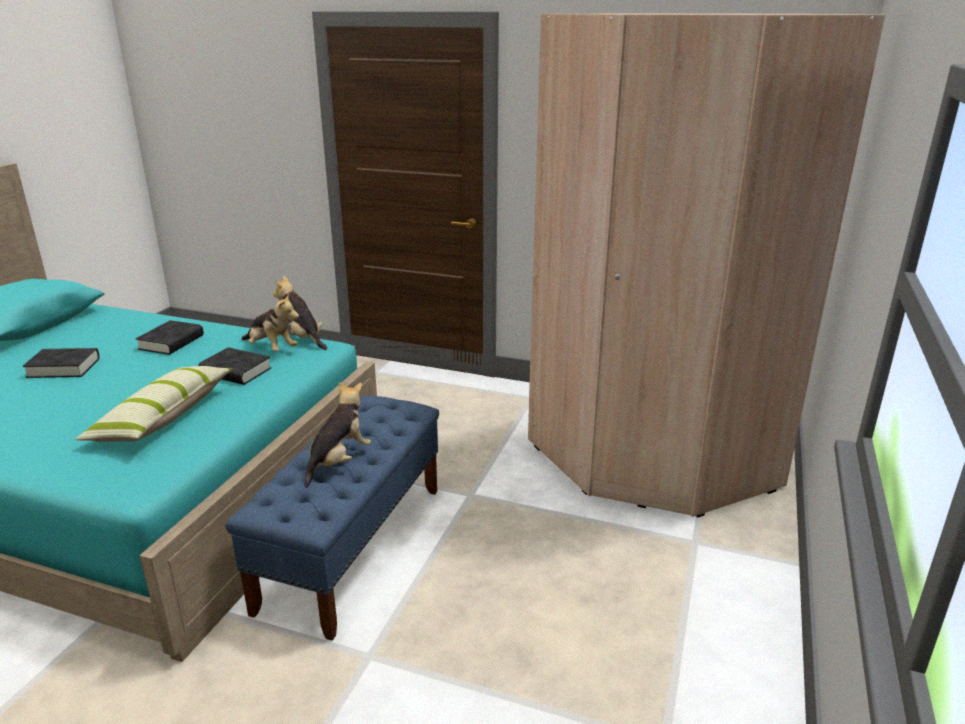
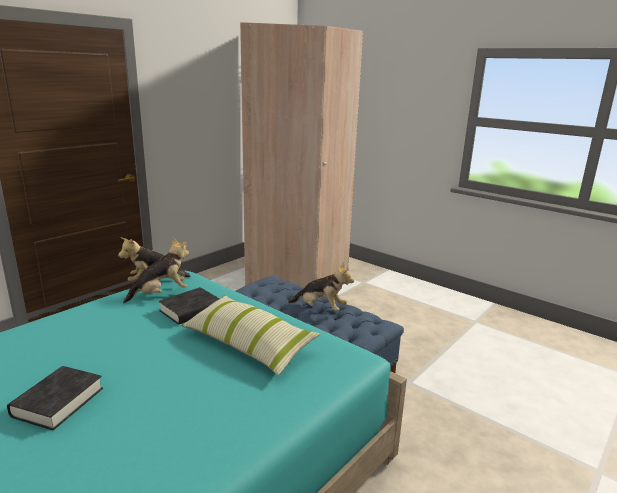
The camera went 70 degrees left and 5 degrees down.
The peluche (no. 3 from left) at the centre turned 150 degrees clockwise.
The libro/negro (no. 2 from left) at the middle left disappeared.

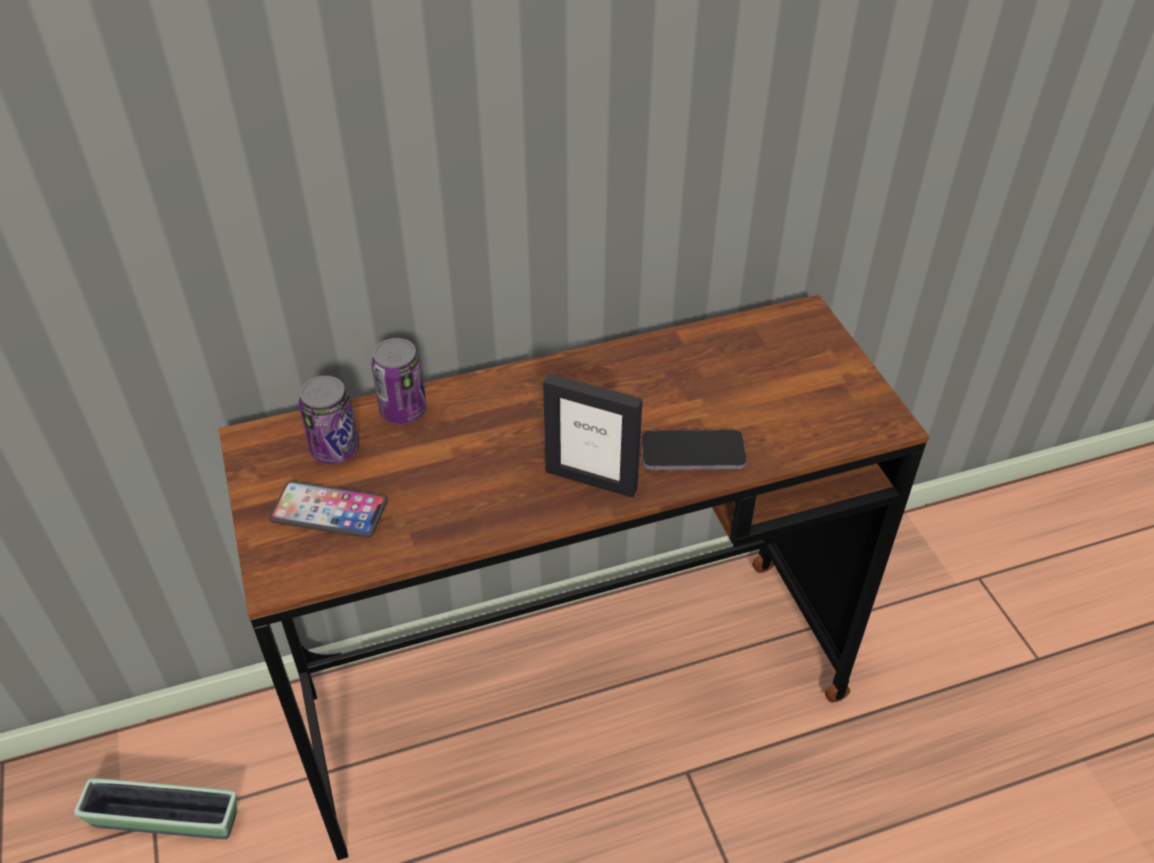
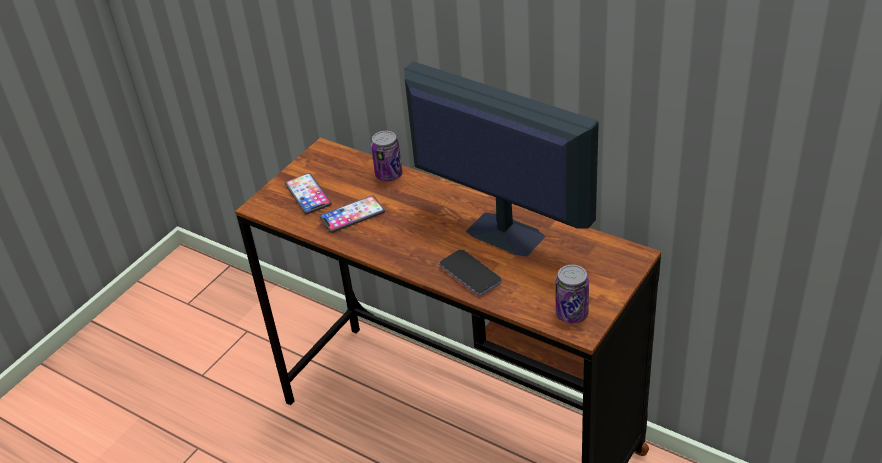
The camera went 55 degrees right and 5 degrees down.
The móvil (no. 2 from left) at the centre appeared.
The monitor at the centre appeared.
The lata (no. 1 from left in the first image) moved from the middle left to the centre.
The maceta at the bottom left disappeared.
The portarretratos at the centre disappeared.

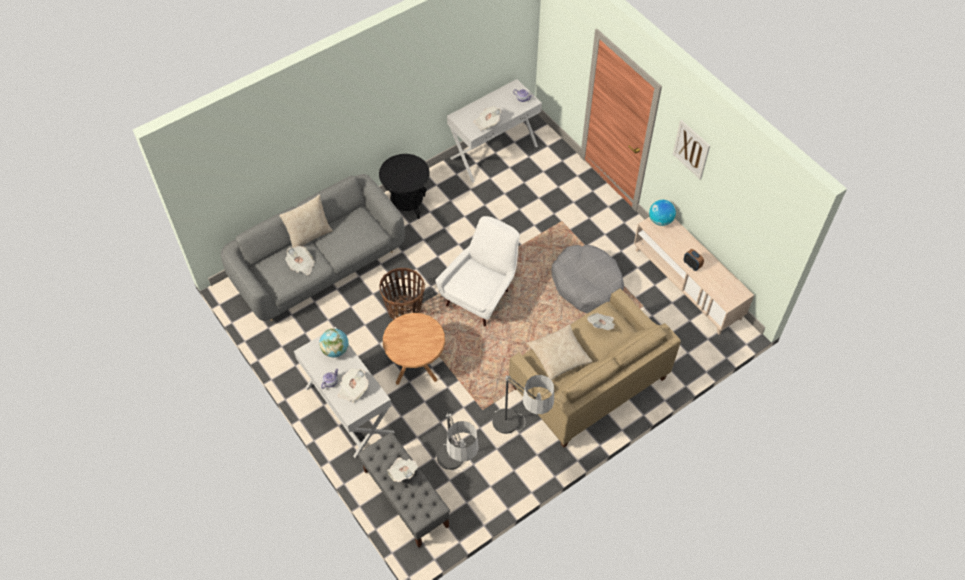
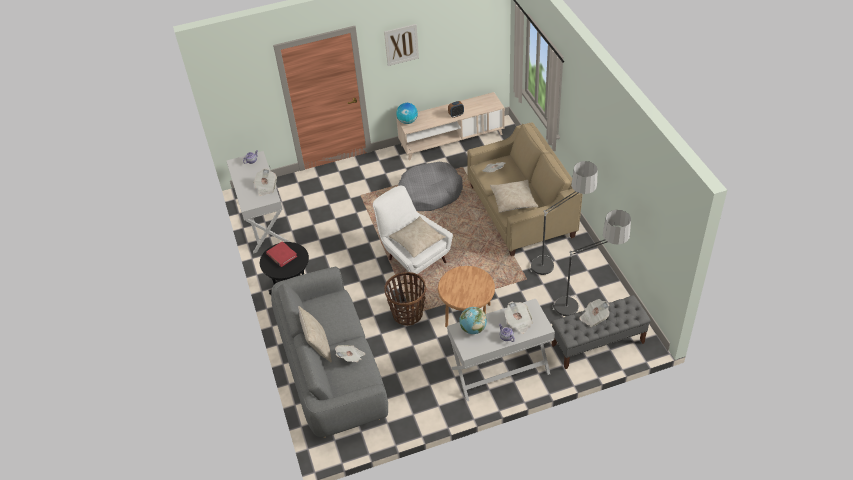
The camera went 70 degrees left and 10 degrees down.
The libro/rojo at the middle left appeared.
The cojín/beis (no. 2 from left) at the centre appeared.

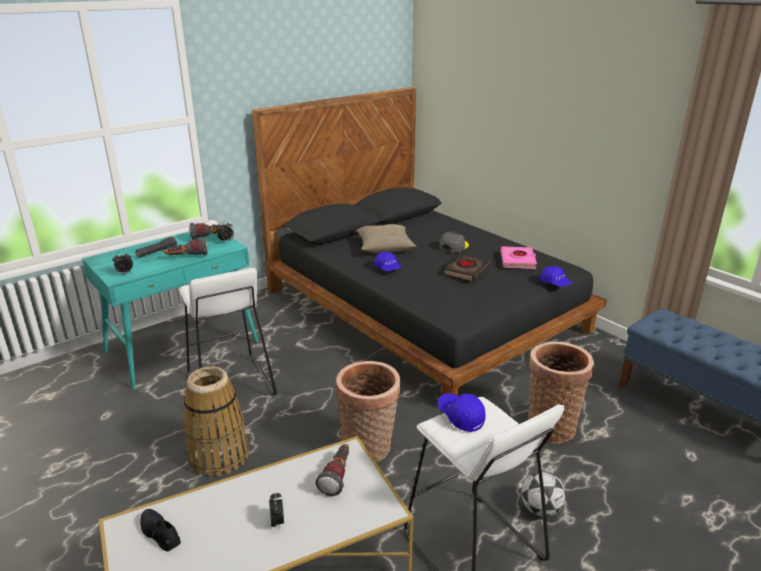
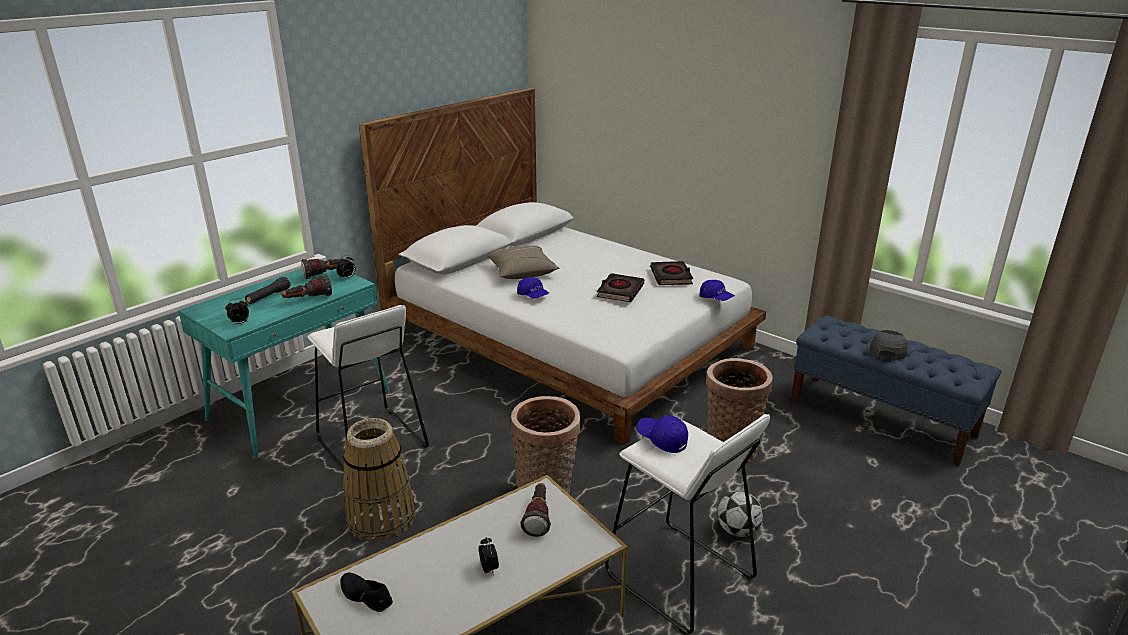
The camera went 10 degrees left and 0 degrees up.
The cama/negro at the centre became the cama/blanco at the centre.
The libro/rosa at the middle right became the libro/negro (no. 2 from left) at the centre.
The gorra/gris moved from the centre to the middle right.

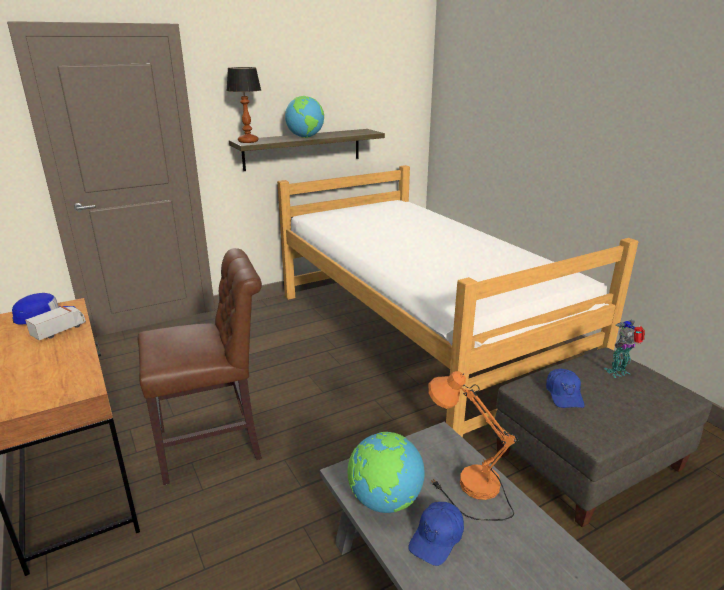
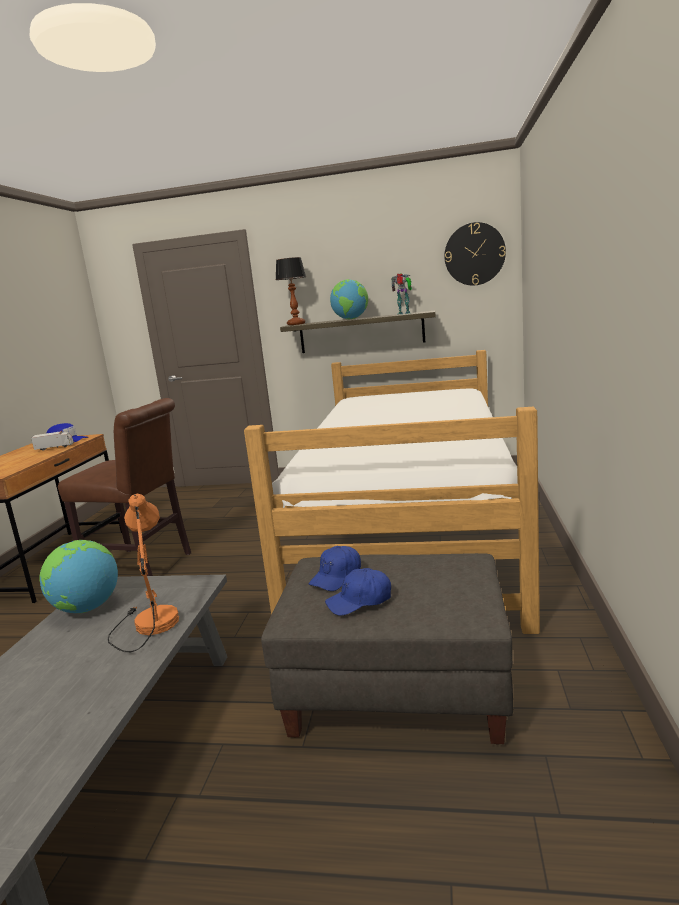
The camera went 40 degrees right and 10 degrees down.
The gorra/azul (no. 2 from left in the first image) moved from the bottom centre to the centre.
The robot de juguete moved from the middle right to the top centre.
The reloj de pared at the top right appeared.

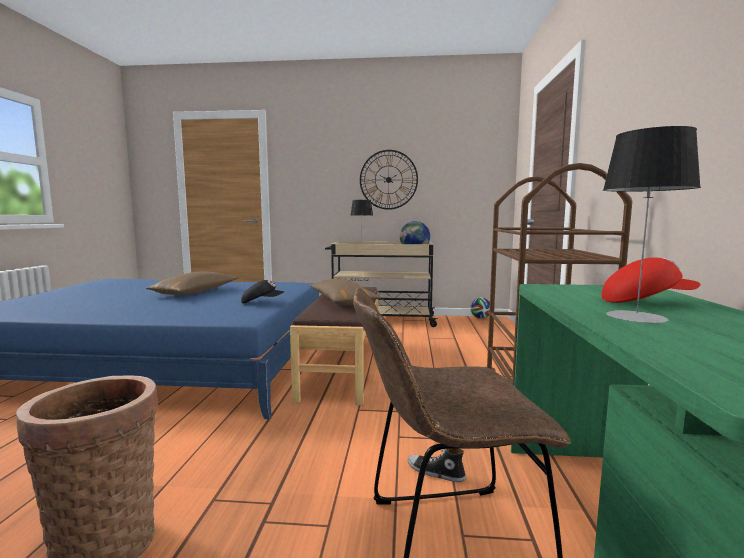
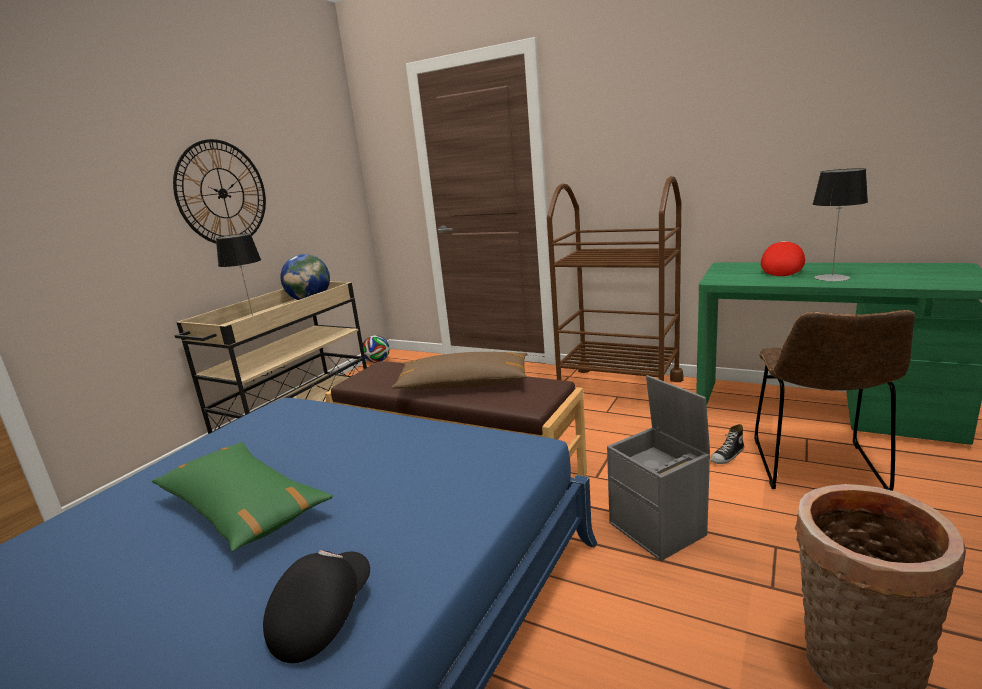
The camera went 65 degrees left and 10 degrees up.
The cojín/marrón (no. 1 from left) at the middle left became the cojín/verde at the bottom left.
The gorra/negro moved from the centre to the bottom left.
The caja de almacenaje/gris at the bottom right appeared.

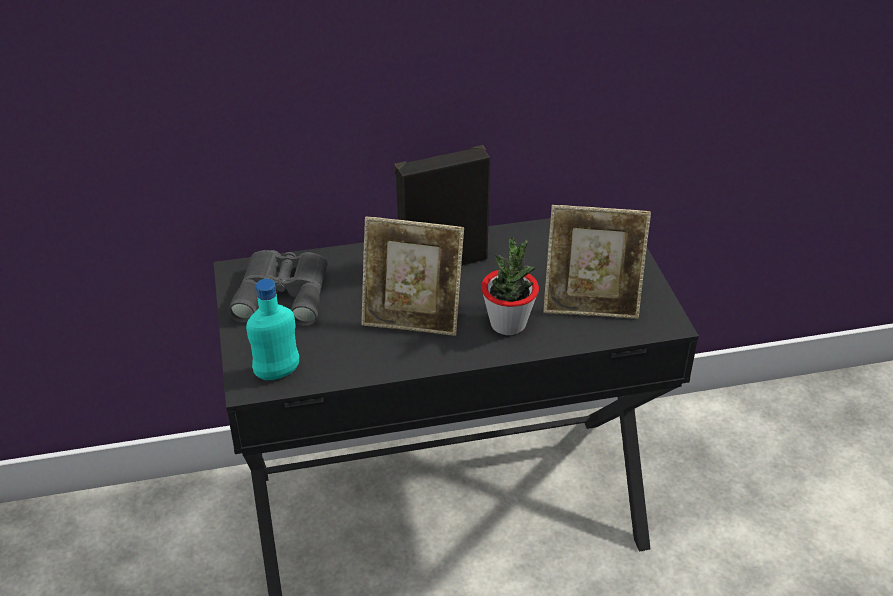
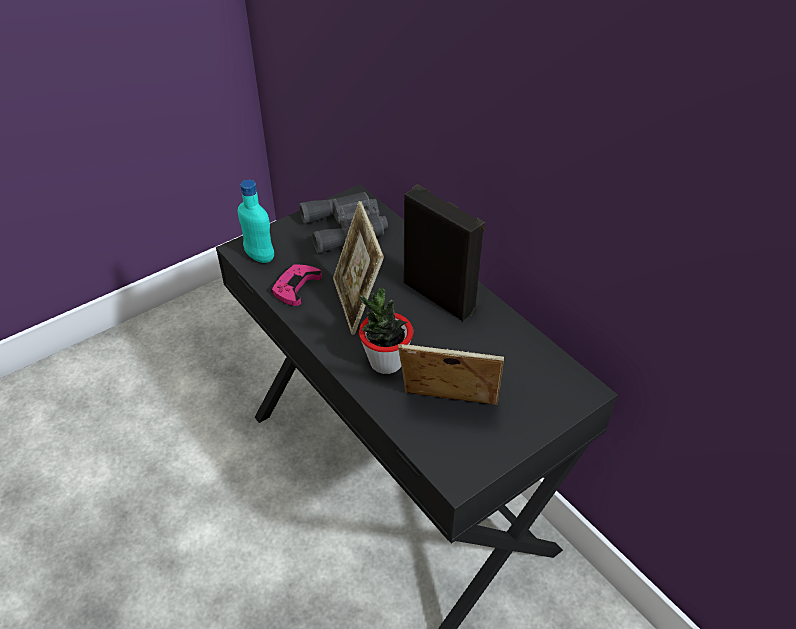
The camera went 65 degrees right and 5 degrees up.
The mando de consola/rosa at the centre appeared.
The portarretratos (no. 2 from left) at the middle right turned 120 degrees clockwise.

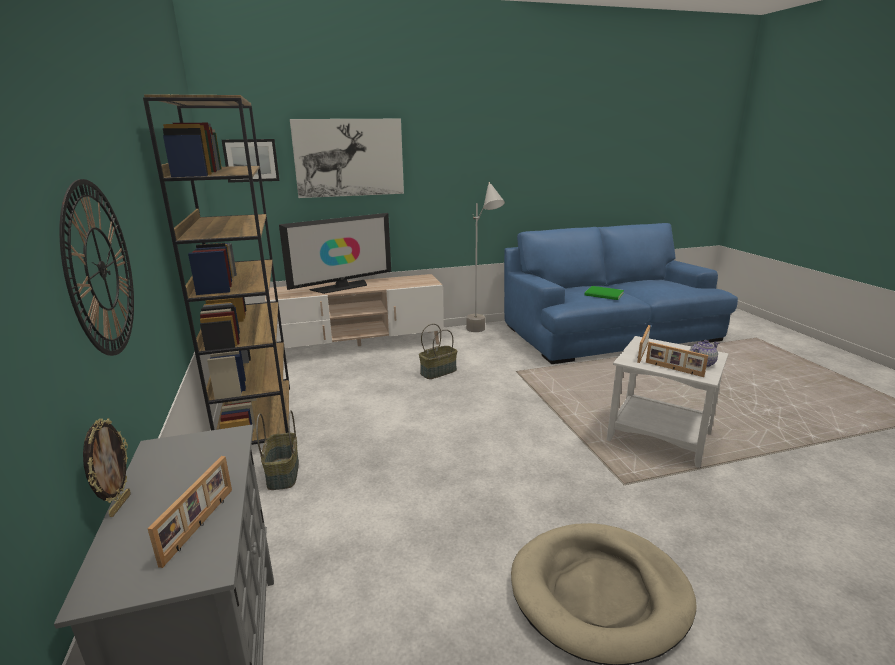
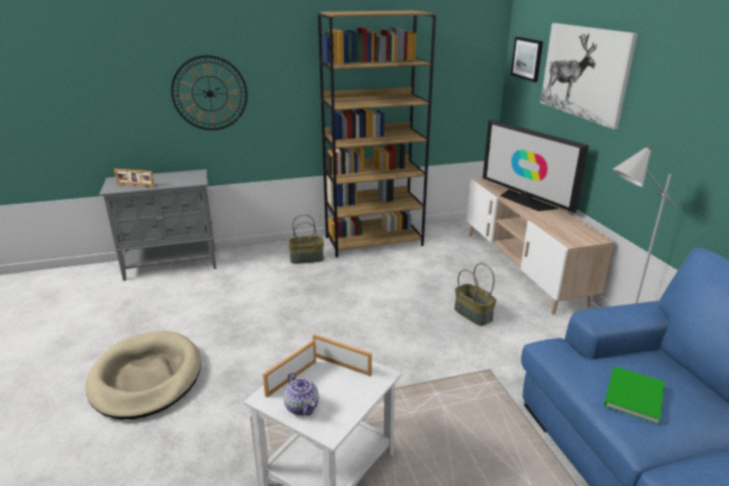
The camera went 90 degrees right and 5 degrees up.
The portarretratos (no. 1 from left) at the bottom left disappeared.

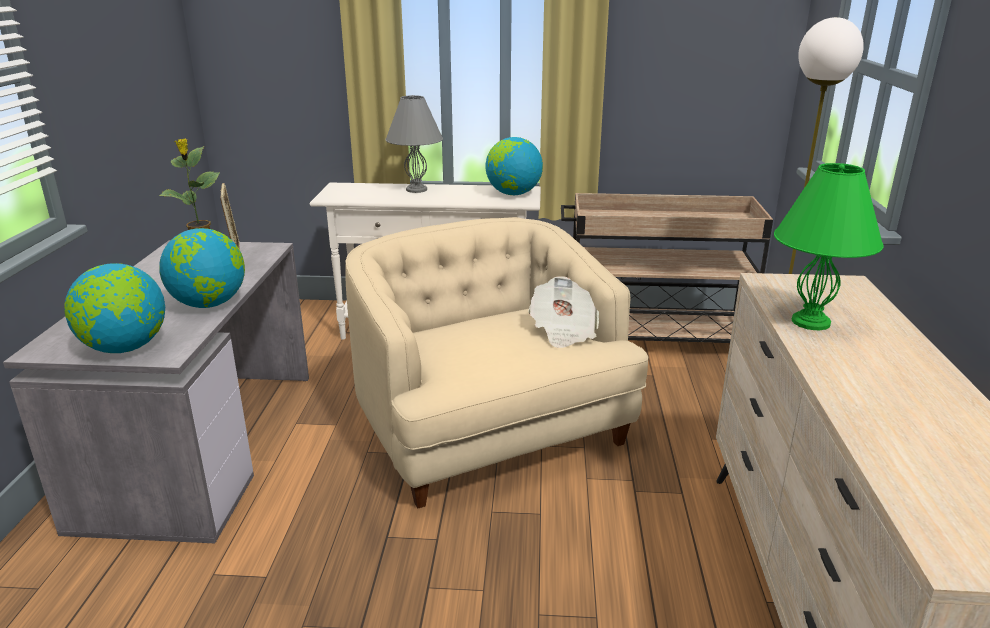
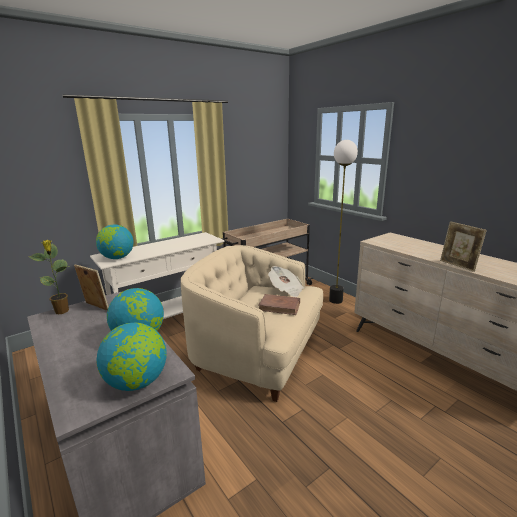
The camera went 40 degrees left and 5 degrees down.
The globo terráqueo (no. 3 from left in the first image) moved from the top centre to the middle left.
The libro/marrón at the centre appeared.
The portarretratos (no. 2 from left) at the middle right appeared.
The lámpara de mesa/gris at the top centre disappeared.
The lámpara de mesa/verde at the middle right disappeared.

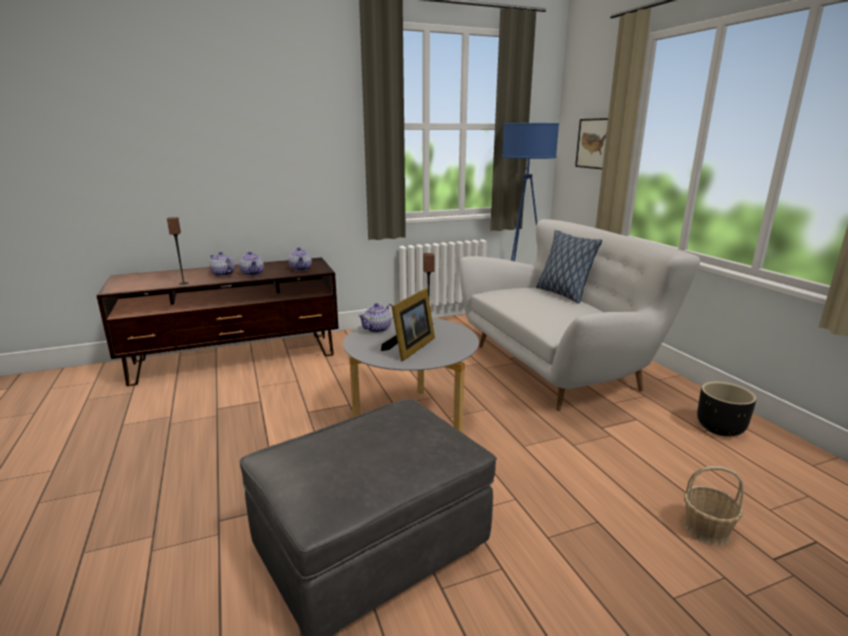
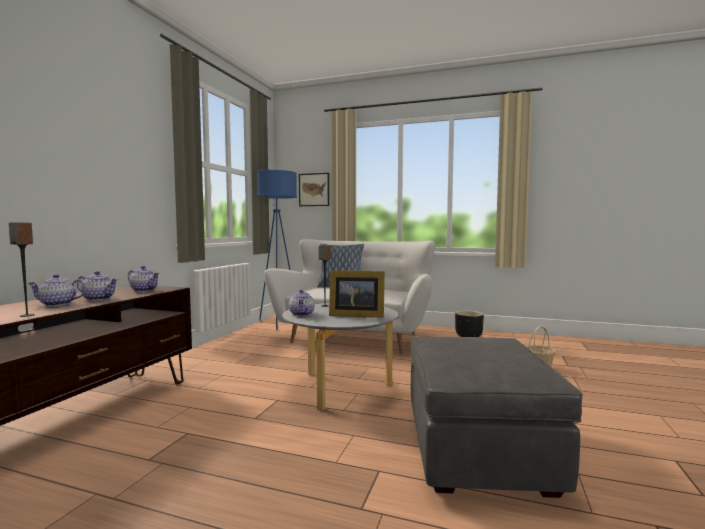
The camera went 50 degrees left and 15 degrees down.
The portarretratos at the centre turned 120 degrees clockwise.

